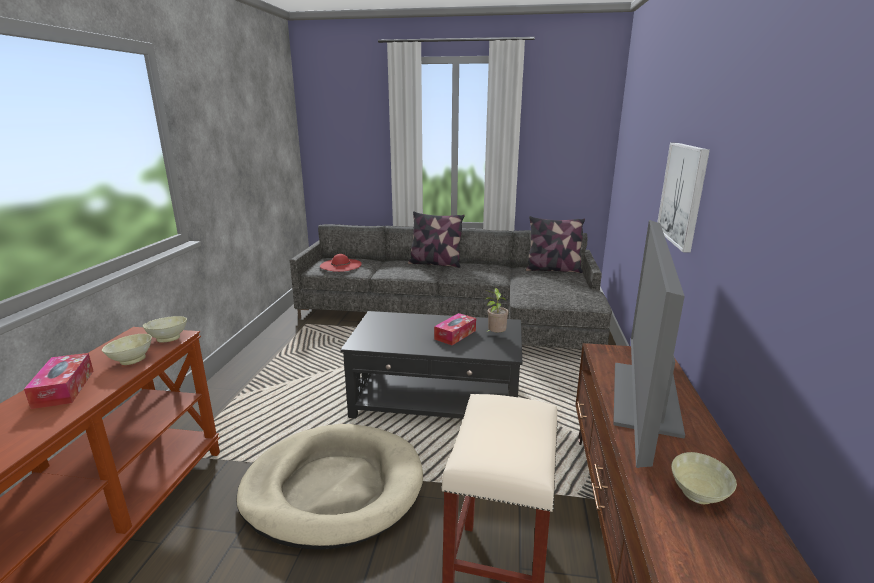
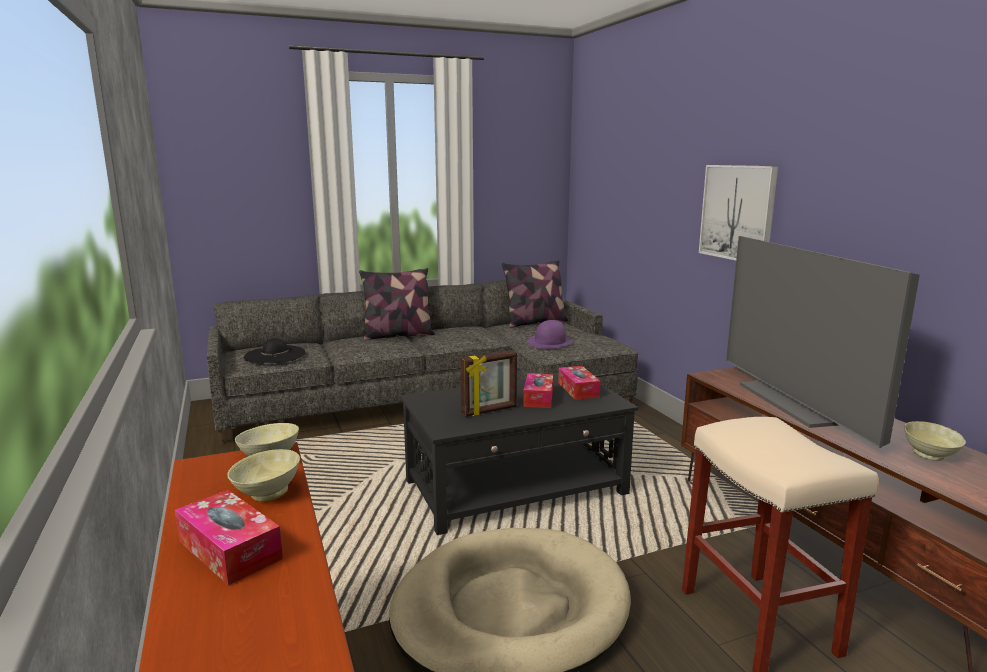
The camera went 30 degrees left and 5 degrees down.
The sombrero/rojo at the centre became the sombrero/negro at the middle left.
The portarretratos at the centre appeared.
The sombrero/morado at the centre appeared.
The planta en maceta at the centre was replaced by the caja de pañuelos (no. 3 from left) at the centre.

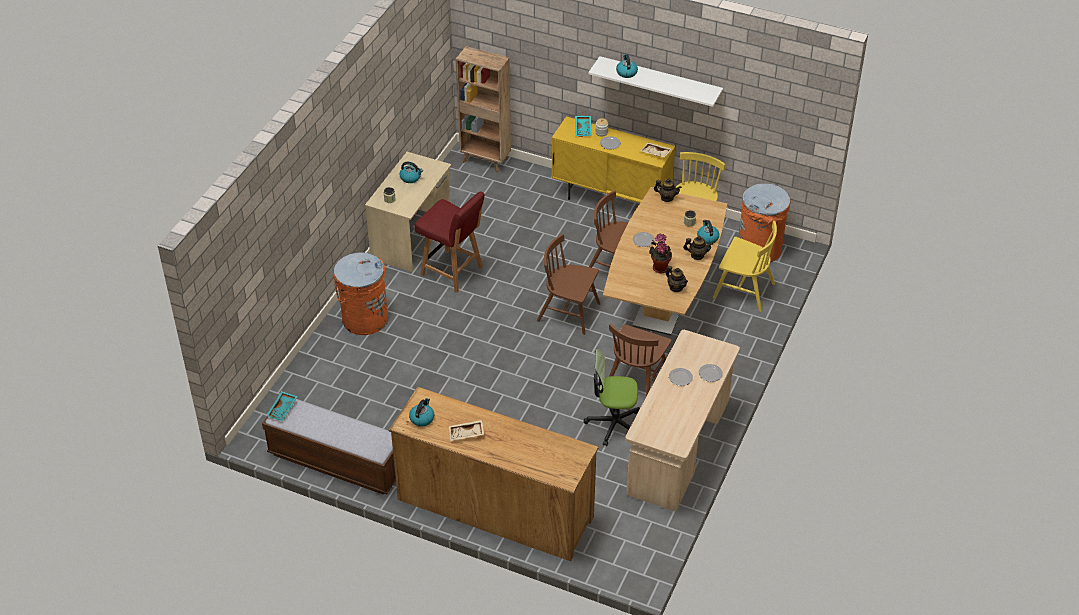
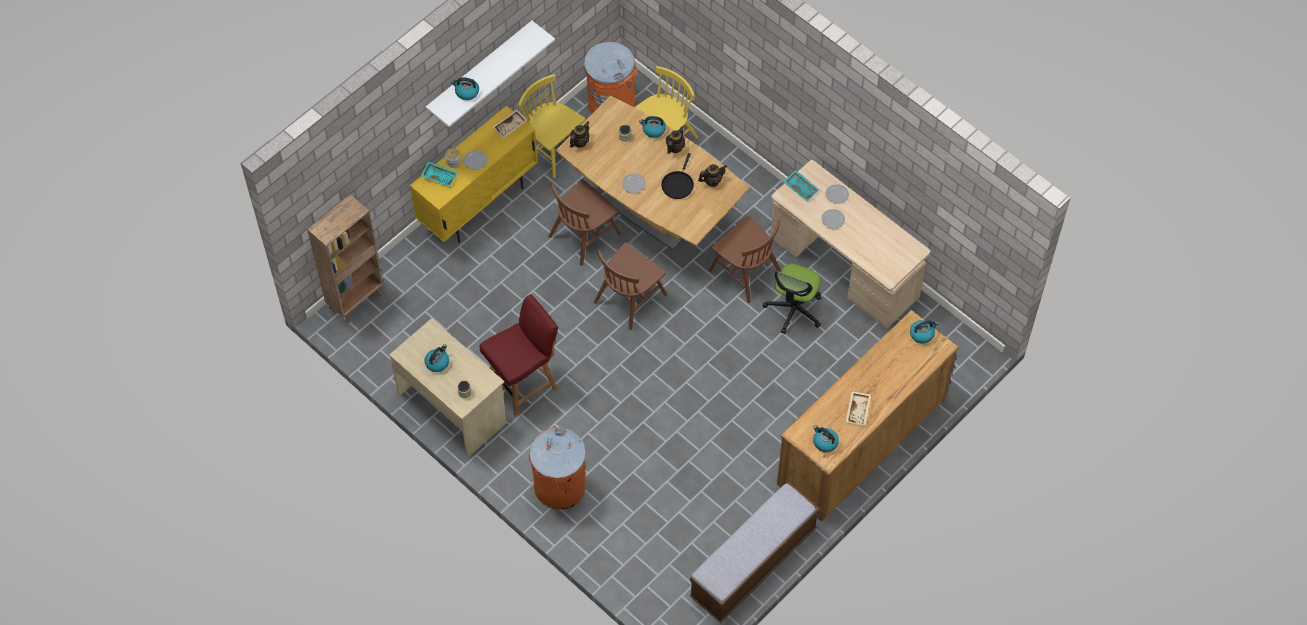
The camera went 70 degrees left and 15 degrees up.
The planta en maceta at the centre was replaced by the sartén/negro at the top centre.
The bandeja/turquesa (no. 1 from left in the first image) moved from the middle left to the top centre.
The hervidor (no. 5 from left) at the middle right appeared.

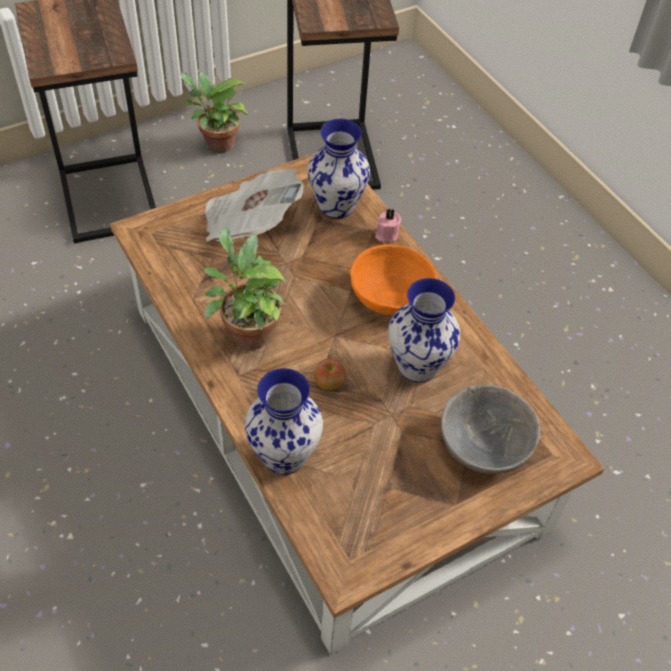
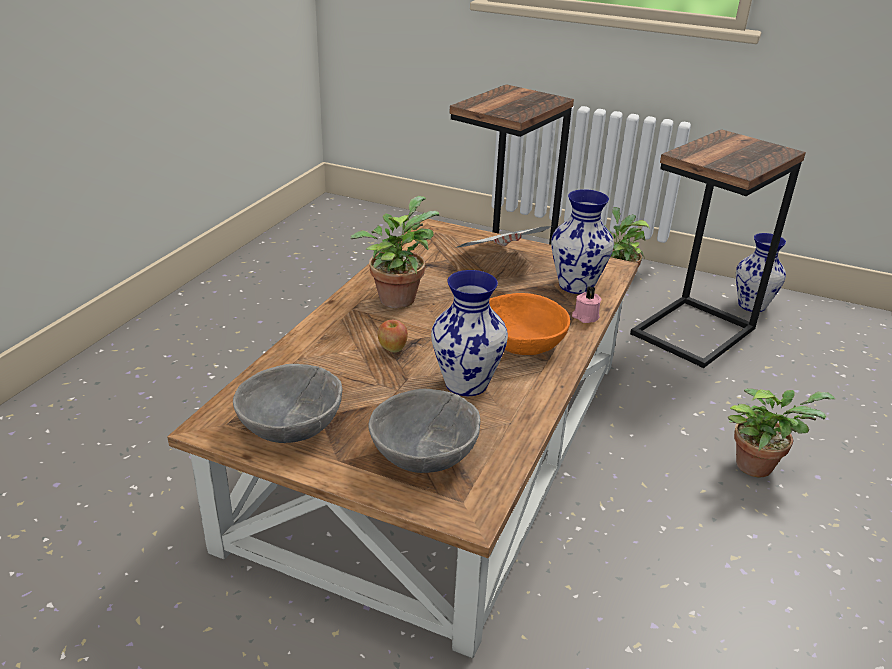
The camera went 55 degrees right and 20 degrees down.
The cuenco/gris (no. 1 from left) at the middle left appeared.
The planta en maceta (no. 3 from left) at the middle right appeared.
The florero (no. 1 from left in the first image) moved from the centre to the middle right.

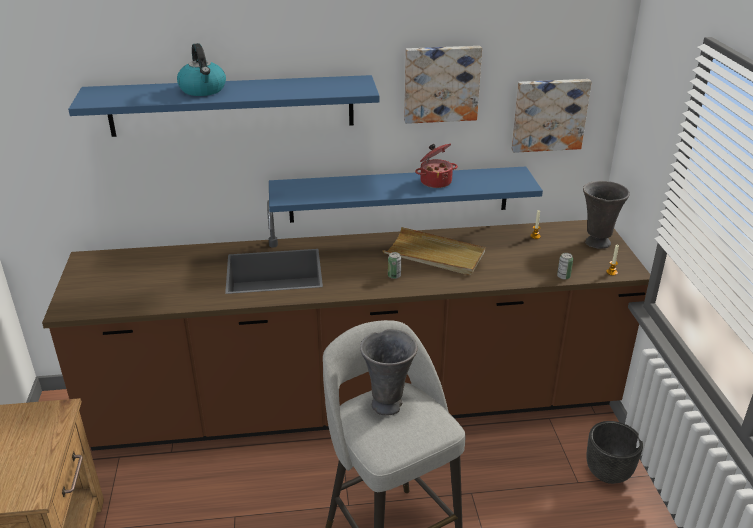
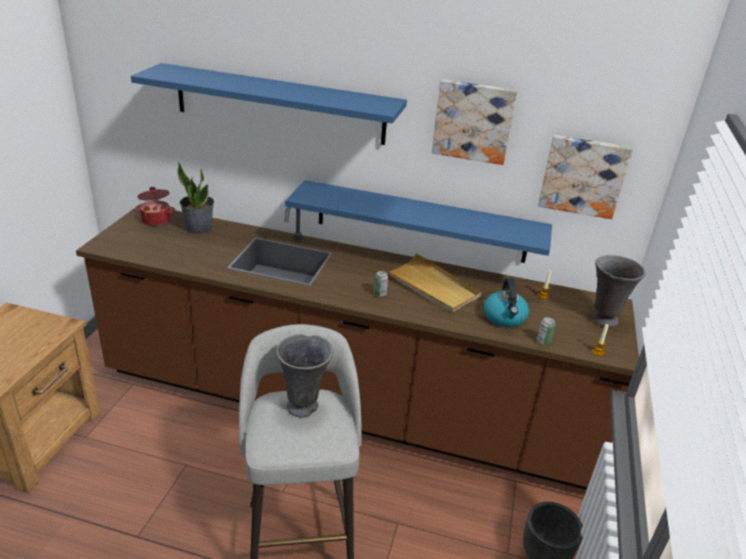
The camera went 20 degrees right and 0 degrees up.
The olla moved from the top centre to the middle left.
The planta en maceta at the middle left appeared.
The hervidor moved from the top left to the middle right.

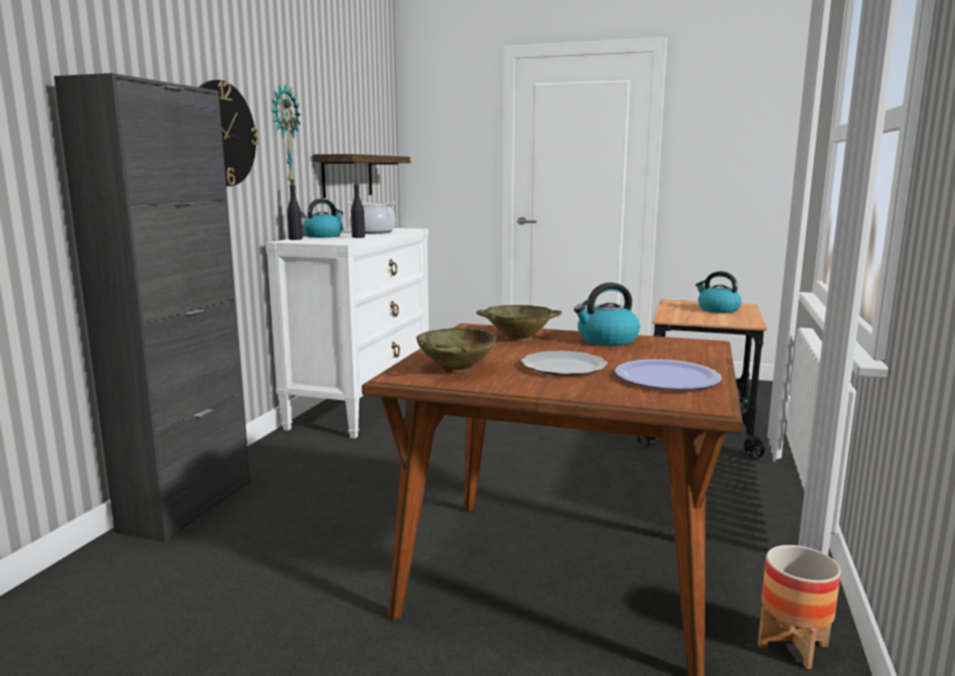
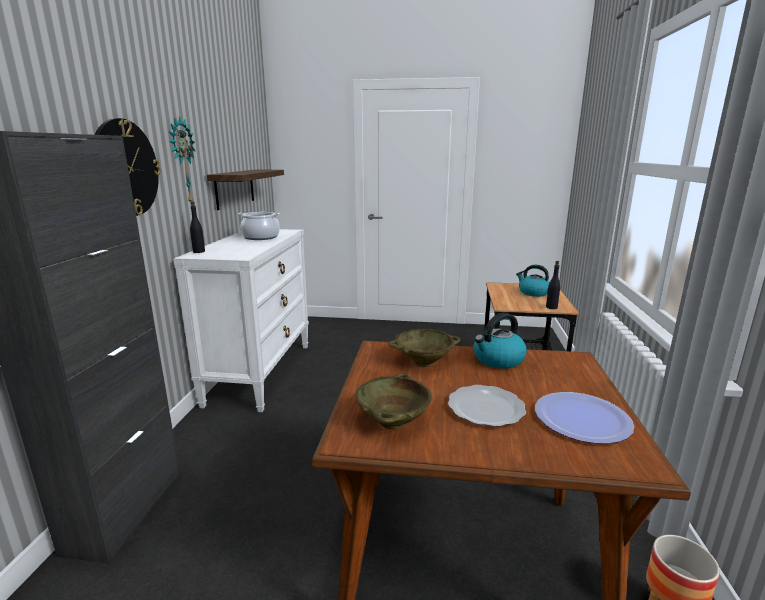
The camera went 10 degrees left and 5 degrees up.
The botella/negro (no. 2 from left) moved from the top centre to the middle right.
The hervidor (no. 1 from left) at the top centre disappeared.

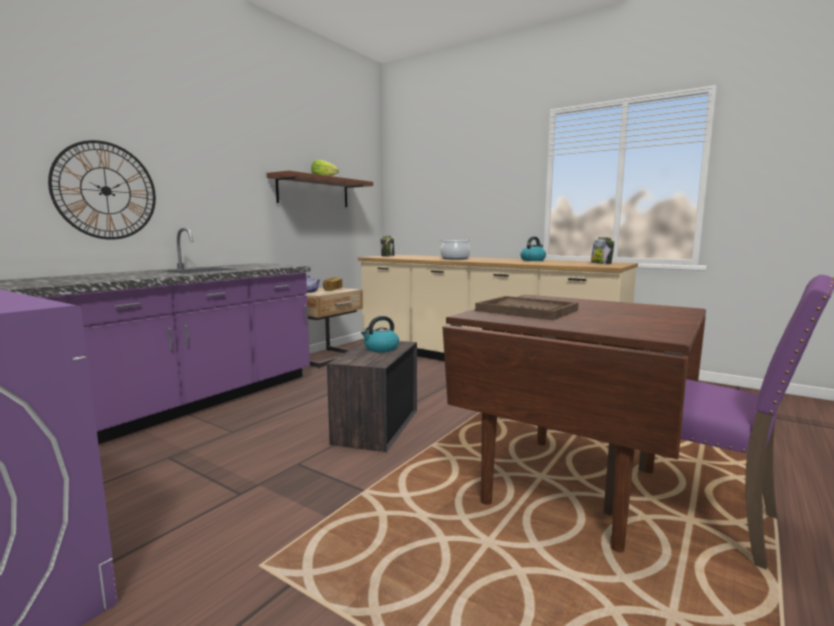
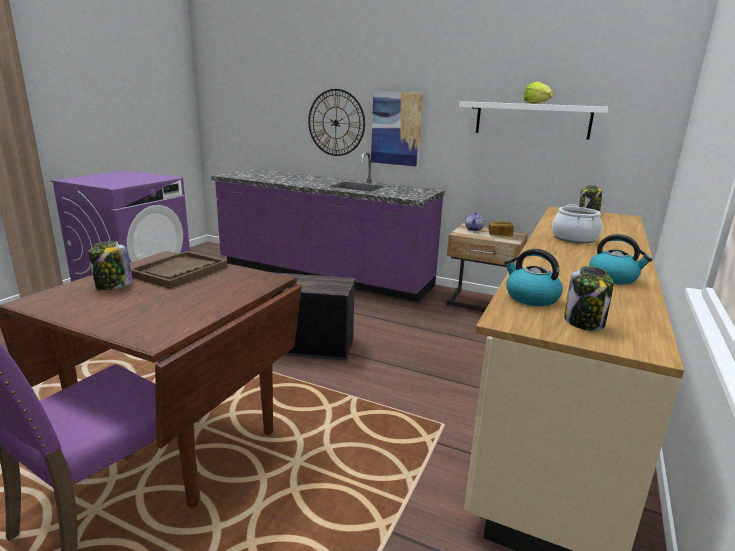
The camera went 80 degrees right and 10 degrees up.
The tarro (no. 1 from left) at the middle left appeared.
The cuadro at the top centre appeared.
The estante/marrón at the top centre became the estante/blanco at the top right.
The hervidor (no. 1 from left) moved from the centre to the middle right.

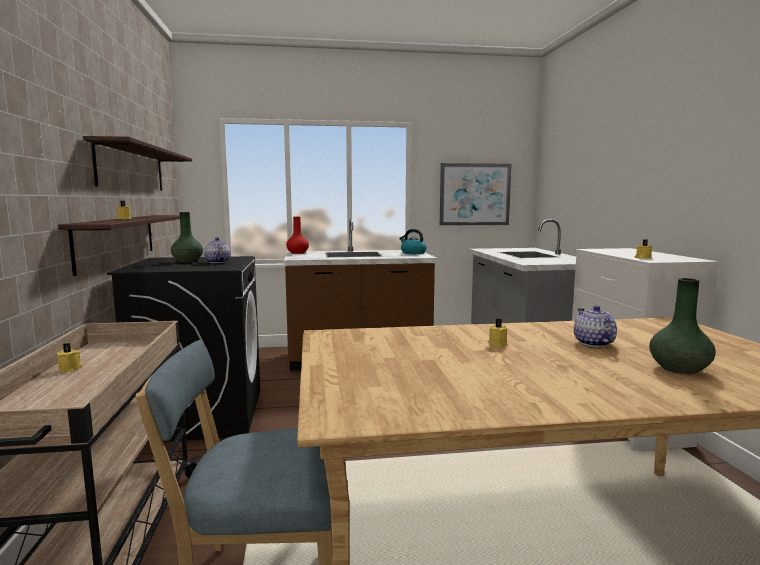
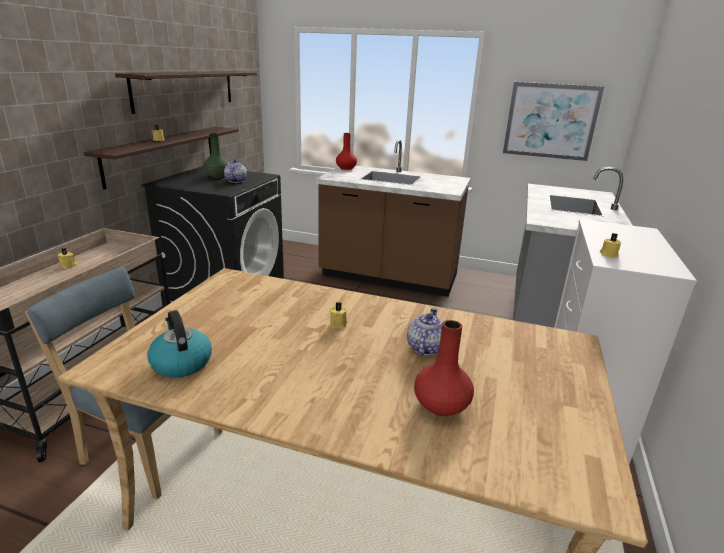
The camera went 25 degrees right and 15 degrees up.
The hervidor moved from the centre to the middle left.
The florero/verde (no. 2 from left) at the middle right became the florero/rojo (no. 2 from left) at the centre.

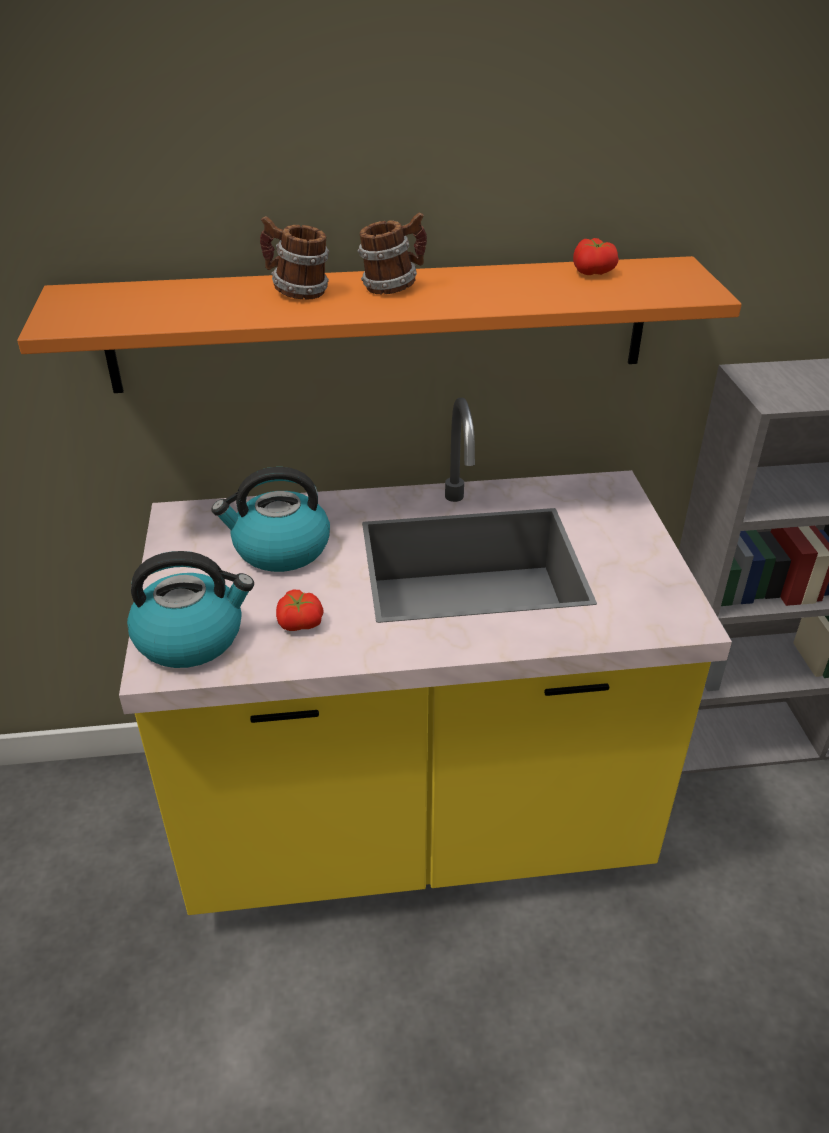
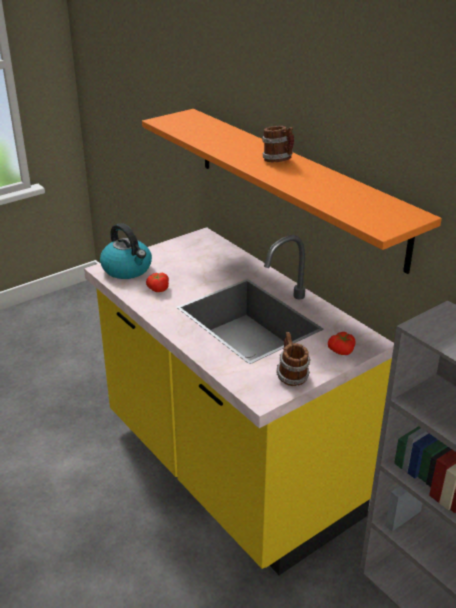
The camera went 60 degrees right and 5 degrees down.
The taza grande (no. 1 from left in the first image) moved from the top centre to the centre.
The tomate (no. 2 from left) moved from the top right to the middle right.
The hervidor (no. 2 from left) at the middle left disappeared.

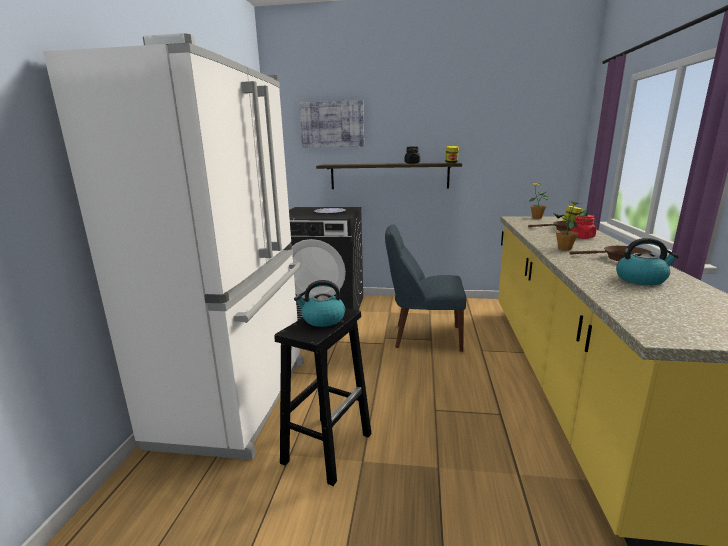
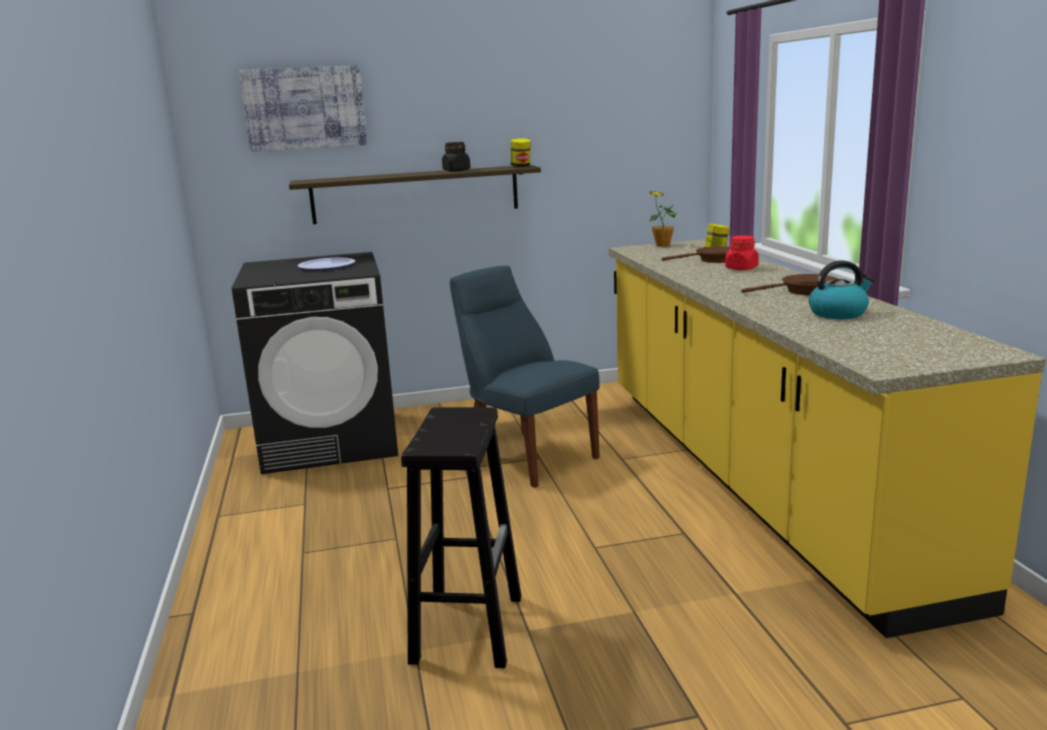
The camera went 20 degrees left and 0 degrees up.
The silla/azul at the centre turned 60 degrees clockwise.
The nevera/blanco at the middle left disappeared.
The hervidor (no. 1 from left) at the centre disappeared.
The planta en maceta (no. 2 from left) at the middle right disappeared.

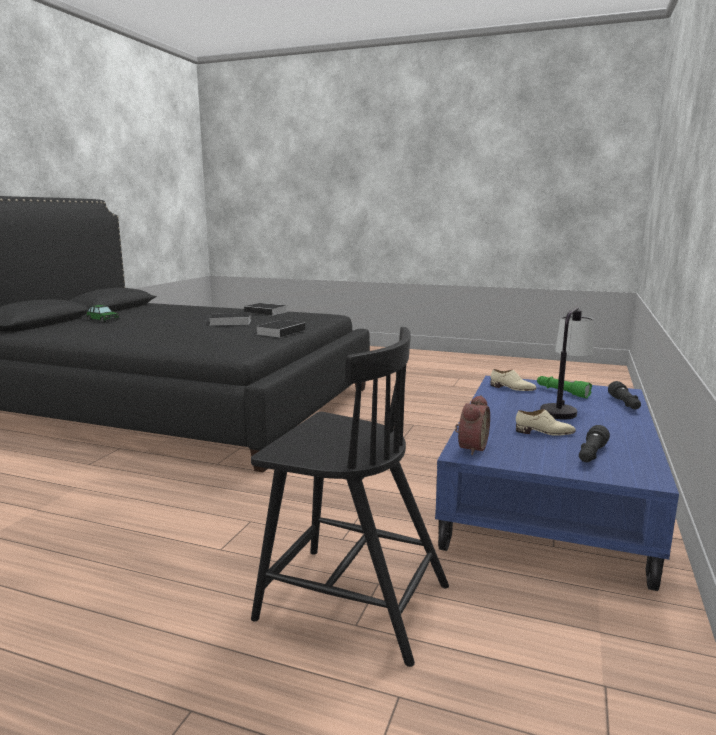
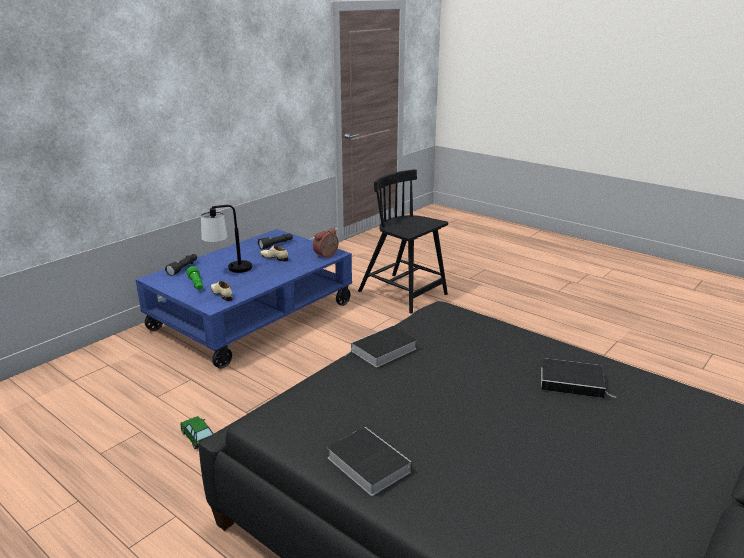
The camera went 160 degrees left and 10 degrees up.
The coche de juguete moved from the middle left to the bottom left.
The libro (no. 1 from left in the first image) moved from the middle left to the bottom right.

